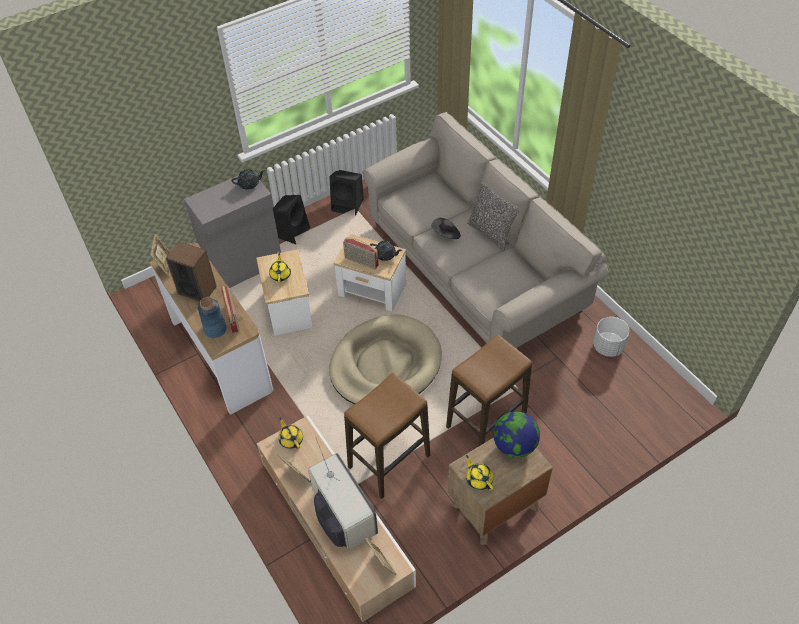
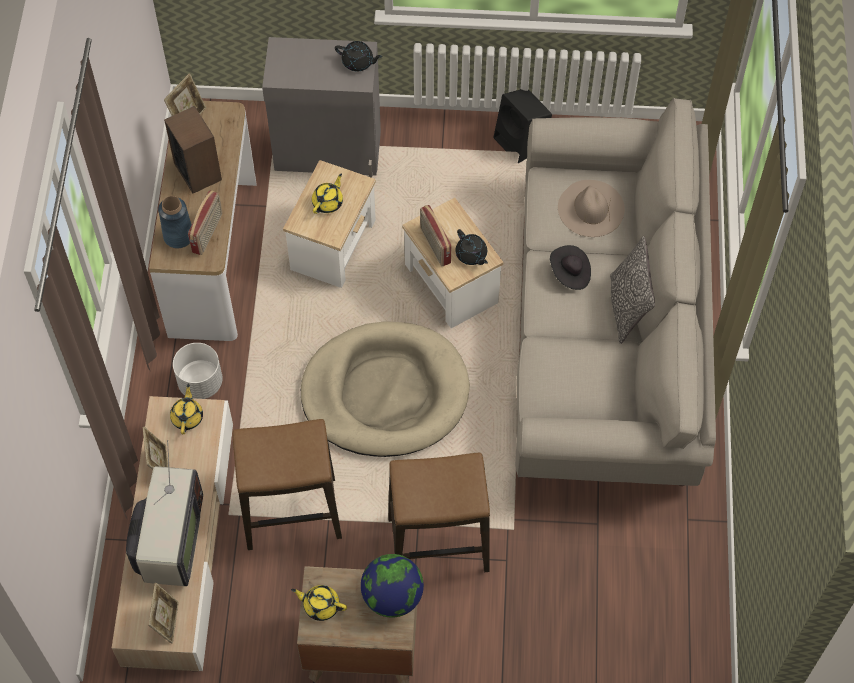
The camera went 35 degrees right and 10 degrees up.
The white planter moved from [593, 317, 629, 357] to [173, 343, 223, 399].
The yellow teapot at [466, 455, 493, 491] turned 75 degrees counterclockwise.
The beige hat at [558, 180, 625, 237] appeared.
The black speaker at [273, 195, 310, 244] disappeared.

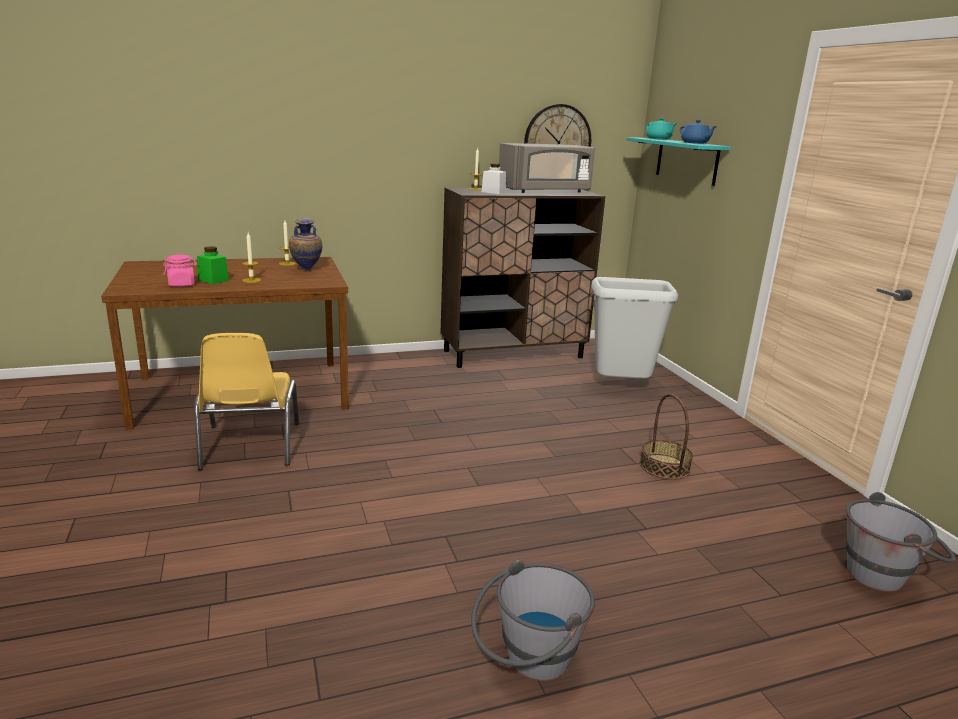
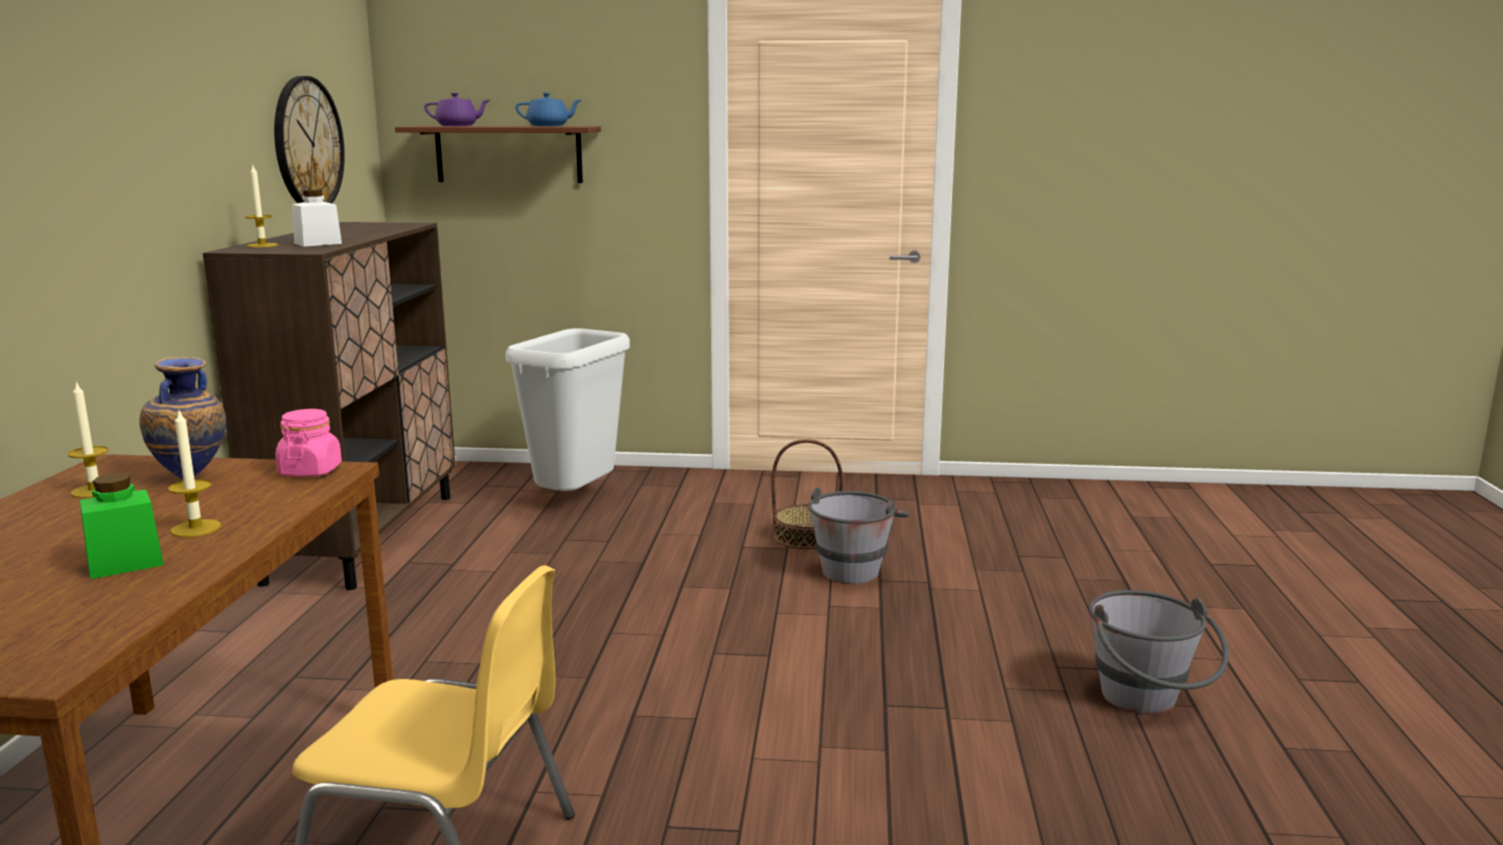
The camera went 65 degrees left and 5 degrees down.
The pink jar moved from [163, 255, 197, 287] to [276, 409, 342, 477].
The turquoise shelf at [627, 137, 731, 186] became the brown shelf at [395, 126, 601, 183].
The turquoise teapot at [646, 118, 677, 140] became the purple teapot at [424, 93, 490, 126].
The grey bucket moved from [846, 492, 956, 592] to [808, 488, 909, 584].
The grey microwave at [499, 143, 595, 193] disappeared.

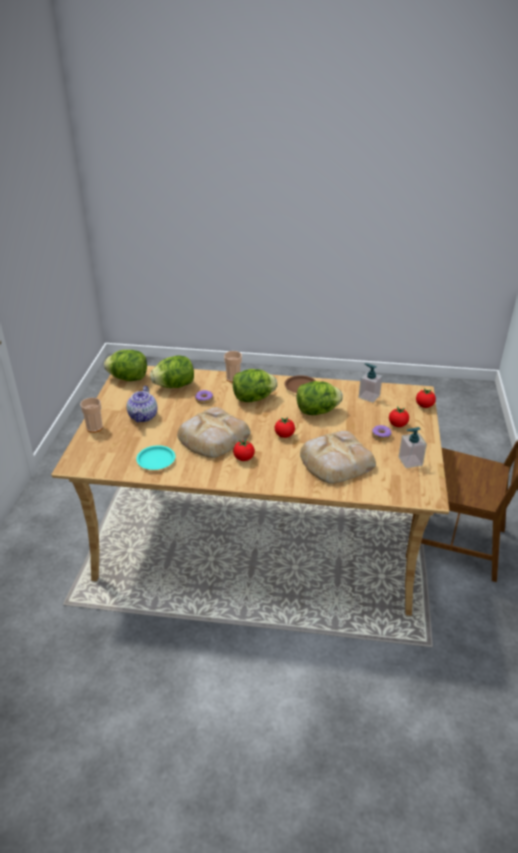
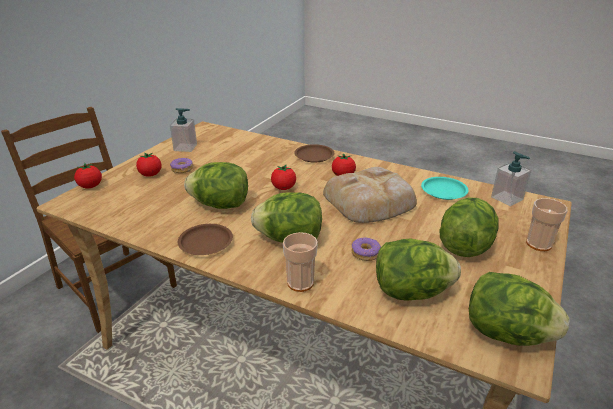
The camera went 160 degrees left and 5 degrees down.
The brown plate at [294, 144, 334, 162] appeared.
The teapot at [127, 386, 157, 423] was replaced by the lettuce at [439, 197, 498, 257].
The soap dispenser moved from [358, 363, 383, 403] to [491, 151, 531, 206].
The bread at [300, 431, 376, 484] disappeared.

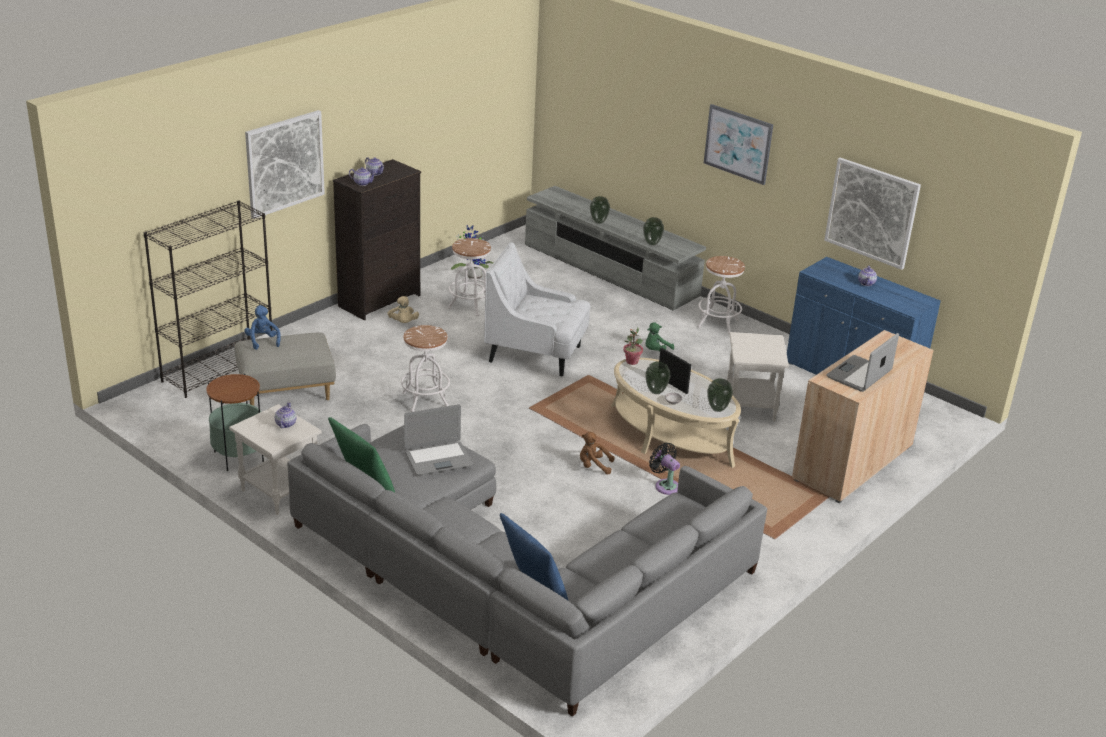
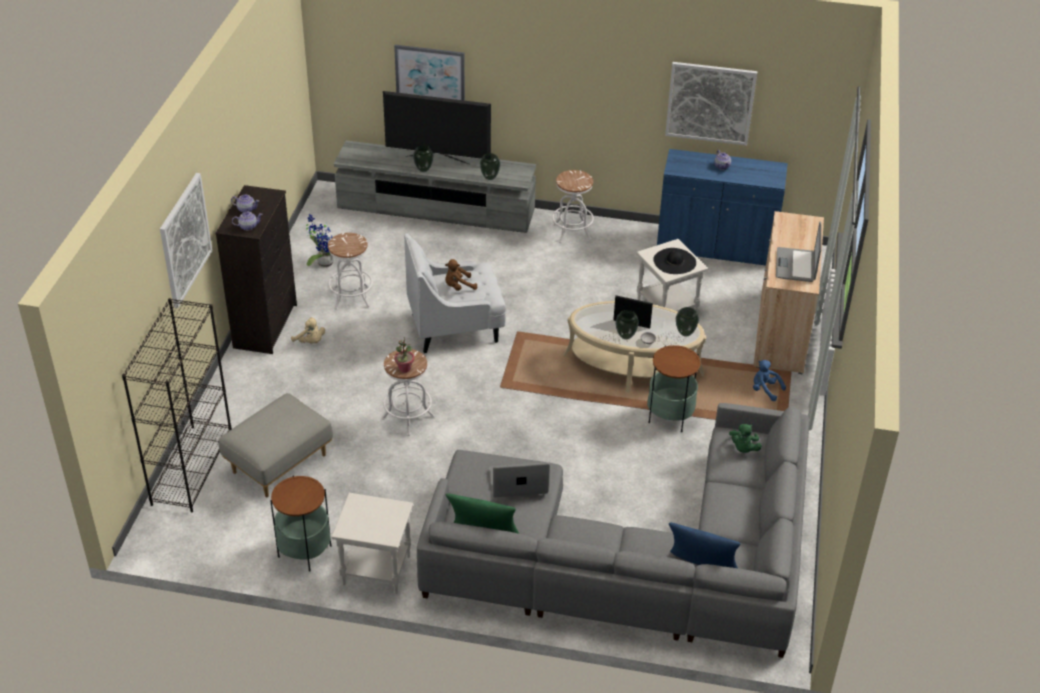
The camera went 30 degrees left and 10 degrees up.
The television at [383, 91, 491, 164] appeared.
The picture moved from [704, 104, 773, 185] to [394, 45, 465, 101].
The potted plant moved from [623, 328, 643, 365] to [395, 337, 414, 373].
The brown plush toy moved from [580, 432, 615, 474] to [445, 259, 477, 291].
The laptop at [404, 404, 473, 475] turned 135 degrees counterclockwise.
The black fan at [649, 443, 680, 495] was replaced by the side table at [647, 345, 701, 432].
The black hat at [653, 248, 696, 274] appeared.
The green plush toy moved from [645, 323, 674, 351] to [729, 424, 762, 453].
The blue plush toy moved from [245, 305, 281, 350] to [753, 360, 786, 401].
The teapot at [275, 402, 296, 429] disappeared.

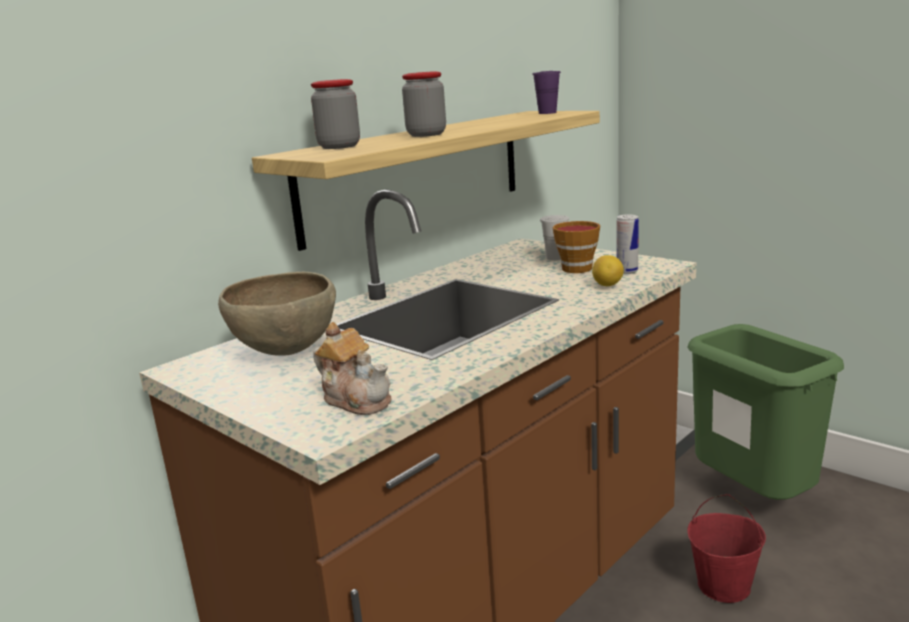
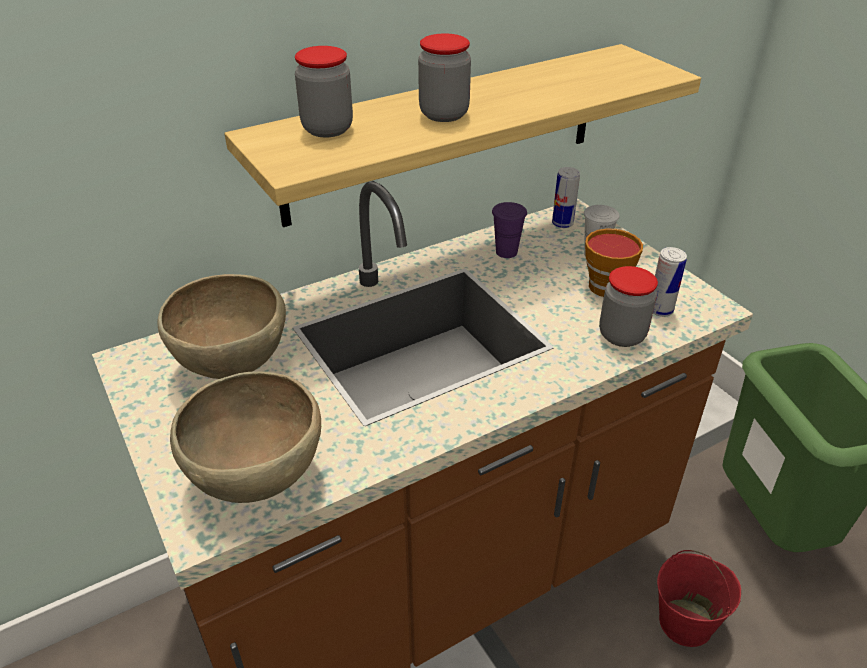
The camera went 15 degrees right and 20 degrees up.
The teapot at [313, 322, 391, 415] was replaced by the brown bowl at [170, 371, 321, 503].
The purple cup moved from [532, 71, 561, 114] to [492, 202, 527, 258].
The can at [552, 167, 580, 228] appeared.
The lemon at [592, 255, 624, 286] was replaced by the jar at [599, 266, 658, 347].

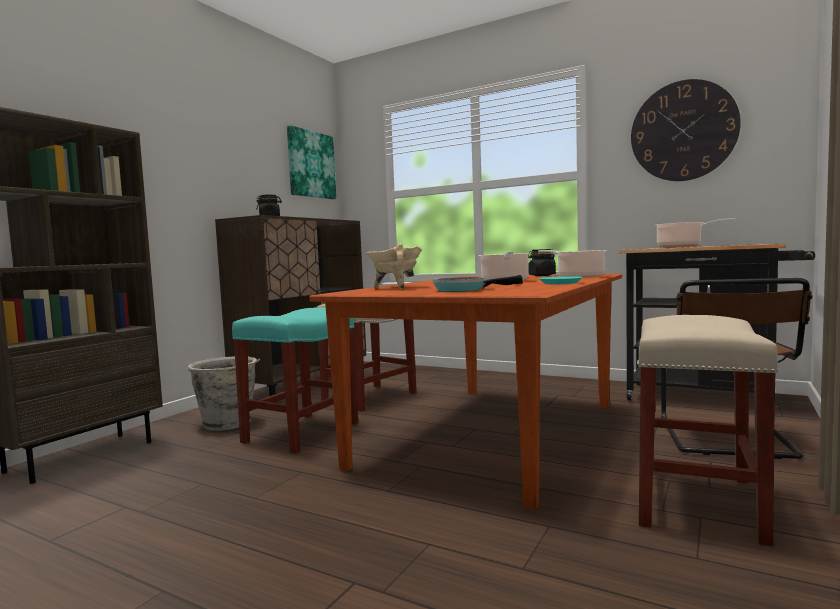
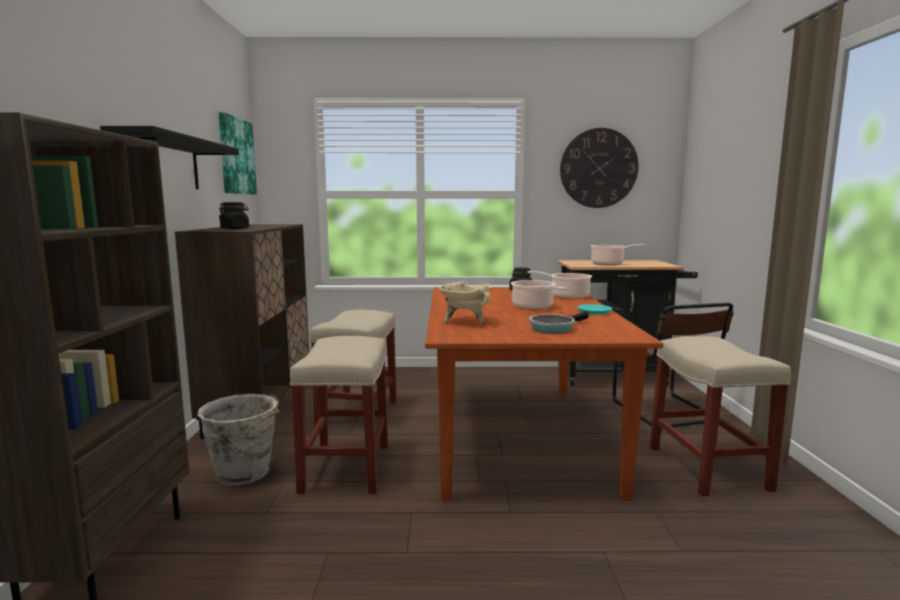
The camera went 30 degrees left and 5 degrees up.
The black shelf at [100, 126, 239, 189] appeared.
The turquoise stool at [232, 307, 358, 454] became the beige stool at [290, 336, 388, 494].

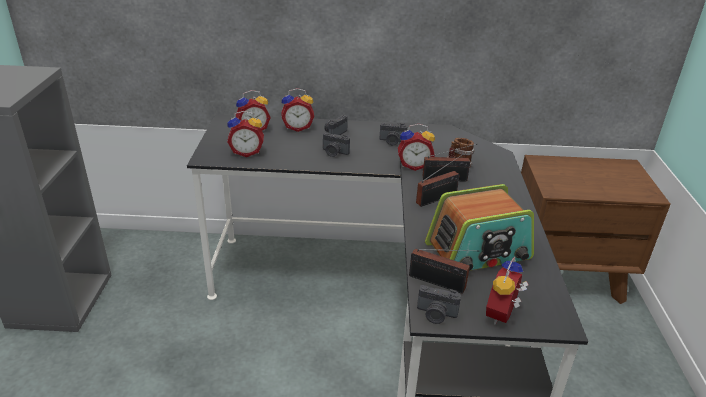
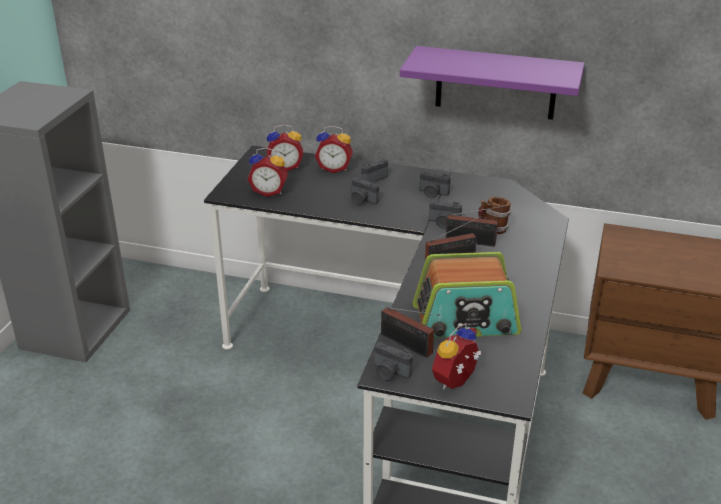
The camera went 15 degrees right and 0 degrees up.
The purple shelf at [400, 46, 585, 120] appeared.
The alarm clock at [398, 124, 435, 171] was replaced by the photo camera at [429, 201, 462, 229].

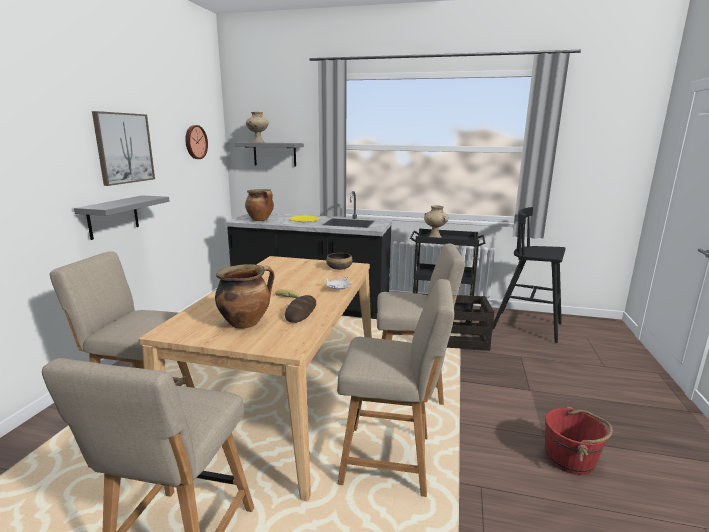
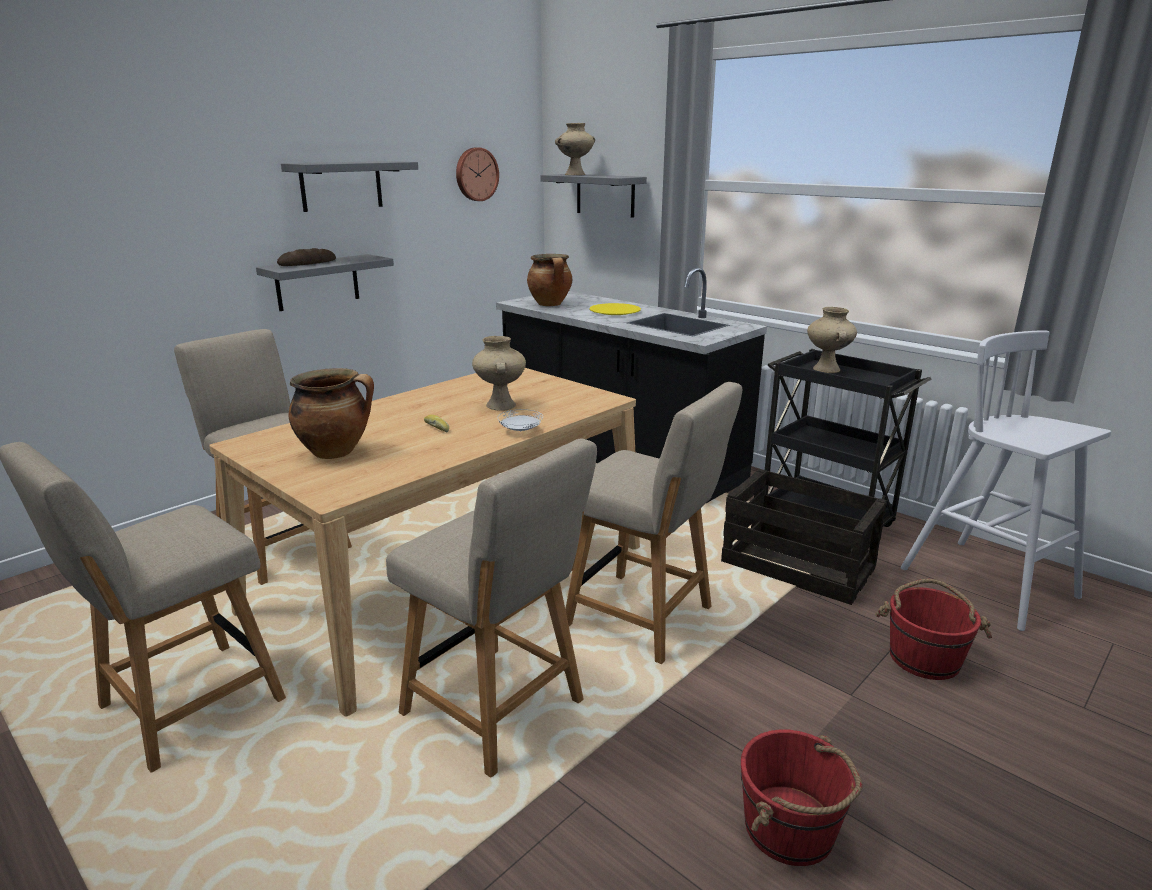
The camera went 30 degrees right and 5 degrees up.
The bread moved from [285, 295, 316, 323] to [277, 248, 336, 266].
The picture at [92, 111, 155, 186] was replaced by the grey shelf at [281, 161, 418, 212].
The beige vase at [472, 336, 526, 410] appeared.
The red bucket at [875, 579, 992, 680] appeared.
The black stool at [493, 207, 566, 343] became the white stool at [901, 330, 1111, 631].
The bowl at [326, 253, 353, 270] disappeared.

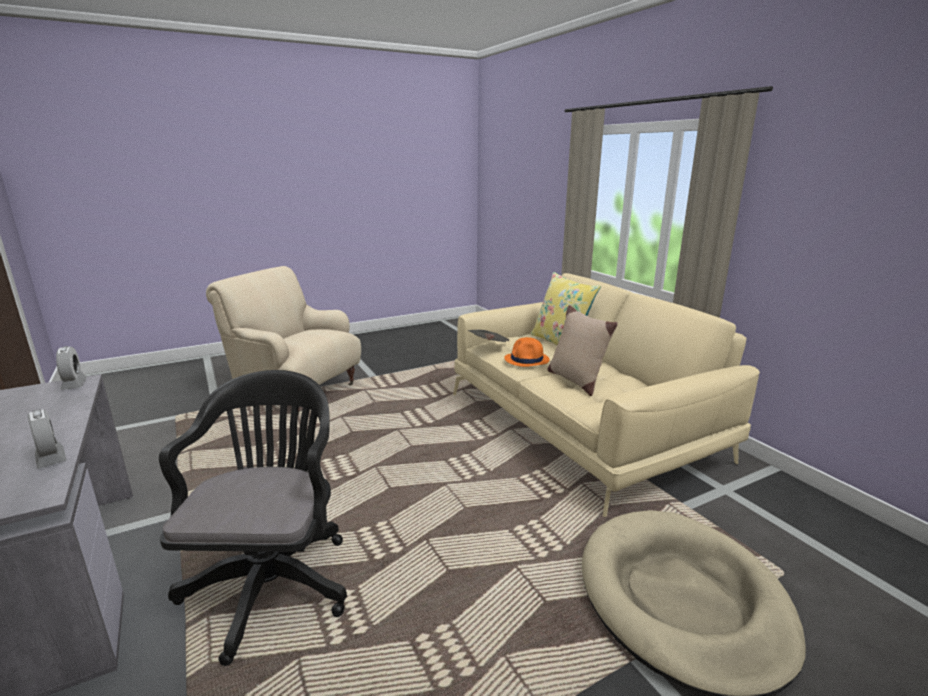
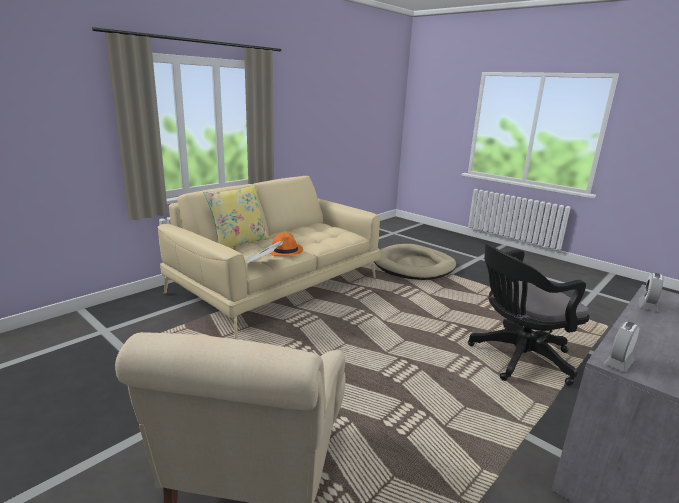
The camera went 110 degrees left and 0 degrees up.
The beige pillow at [548, 305, 618, 396] disappeared.

